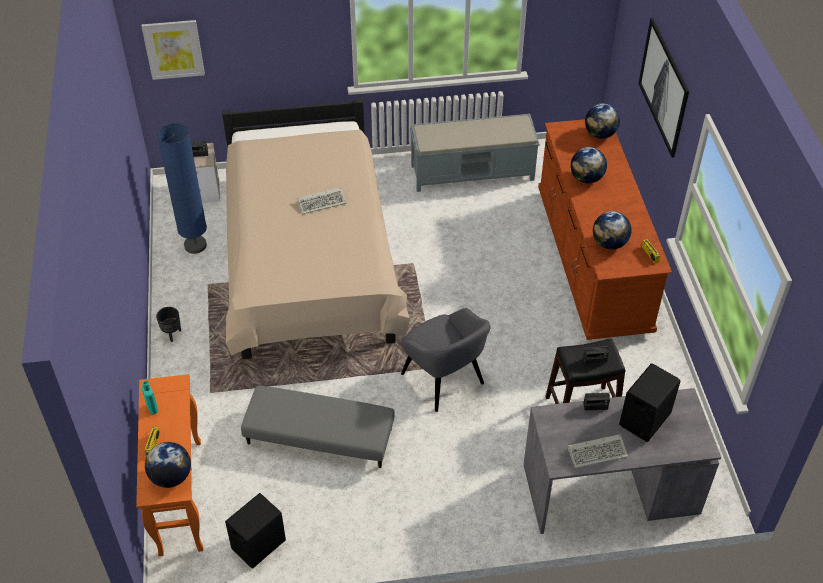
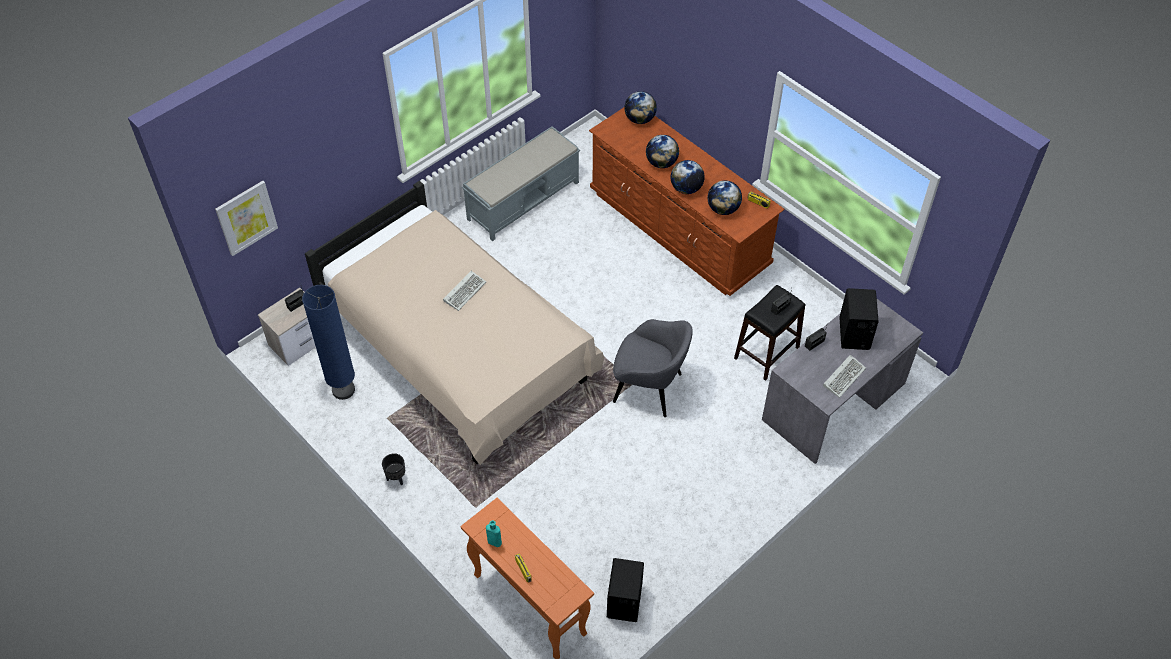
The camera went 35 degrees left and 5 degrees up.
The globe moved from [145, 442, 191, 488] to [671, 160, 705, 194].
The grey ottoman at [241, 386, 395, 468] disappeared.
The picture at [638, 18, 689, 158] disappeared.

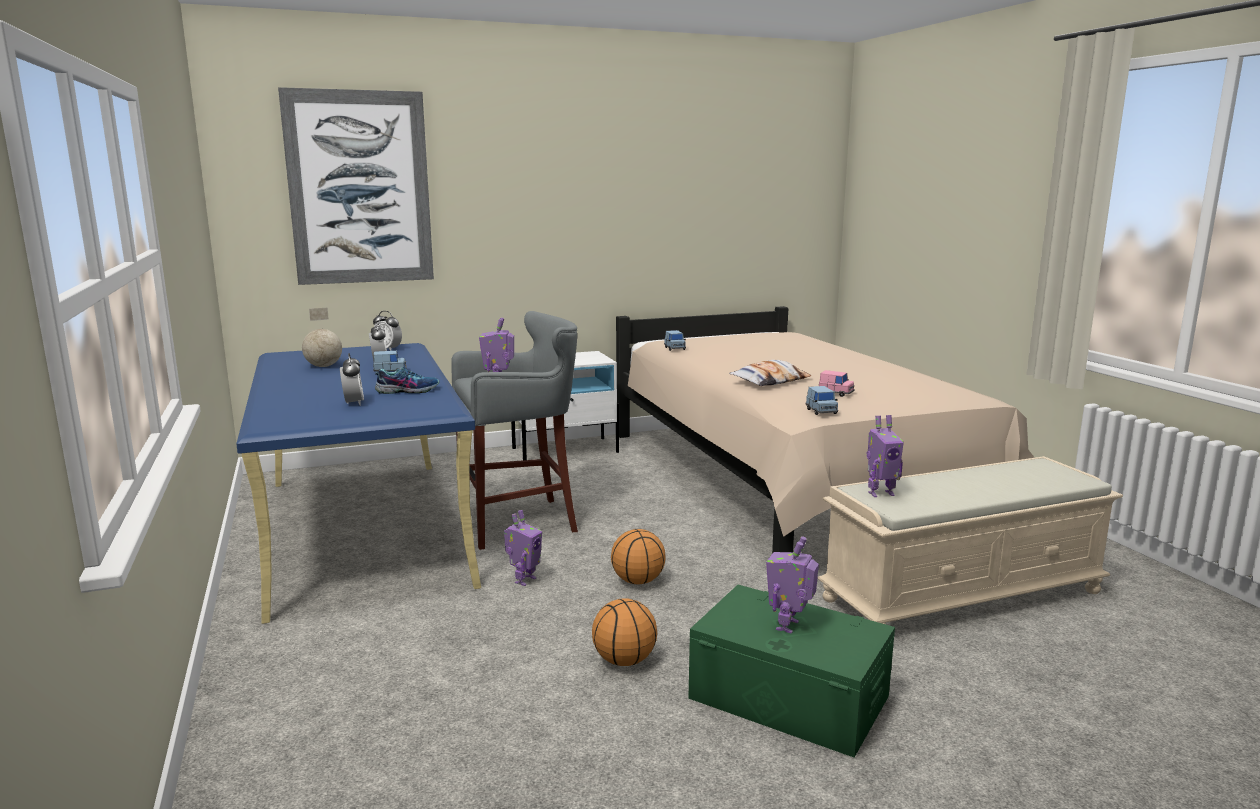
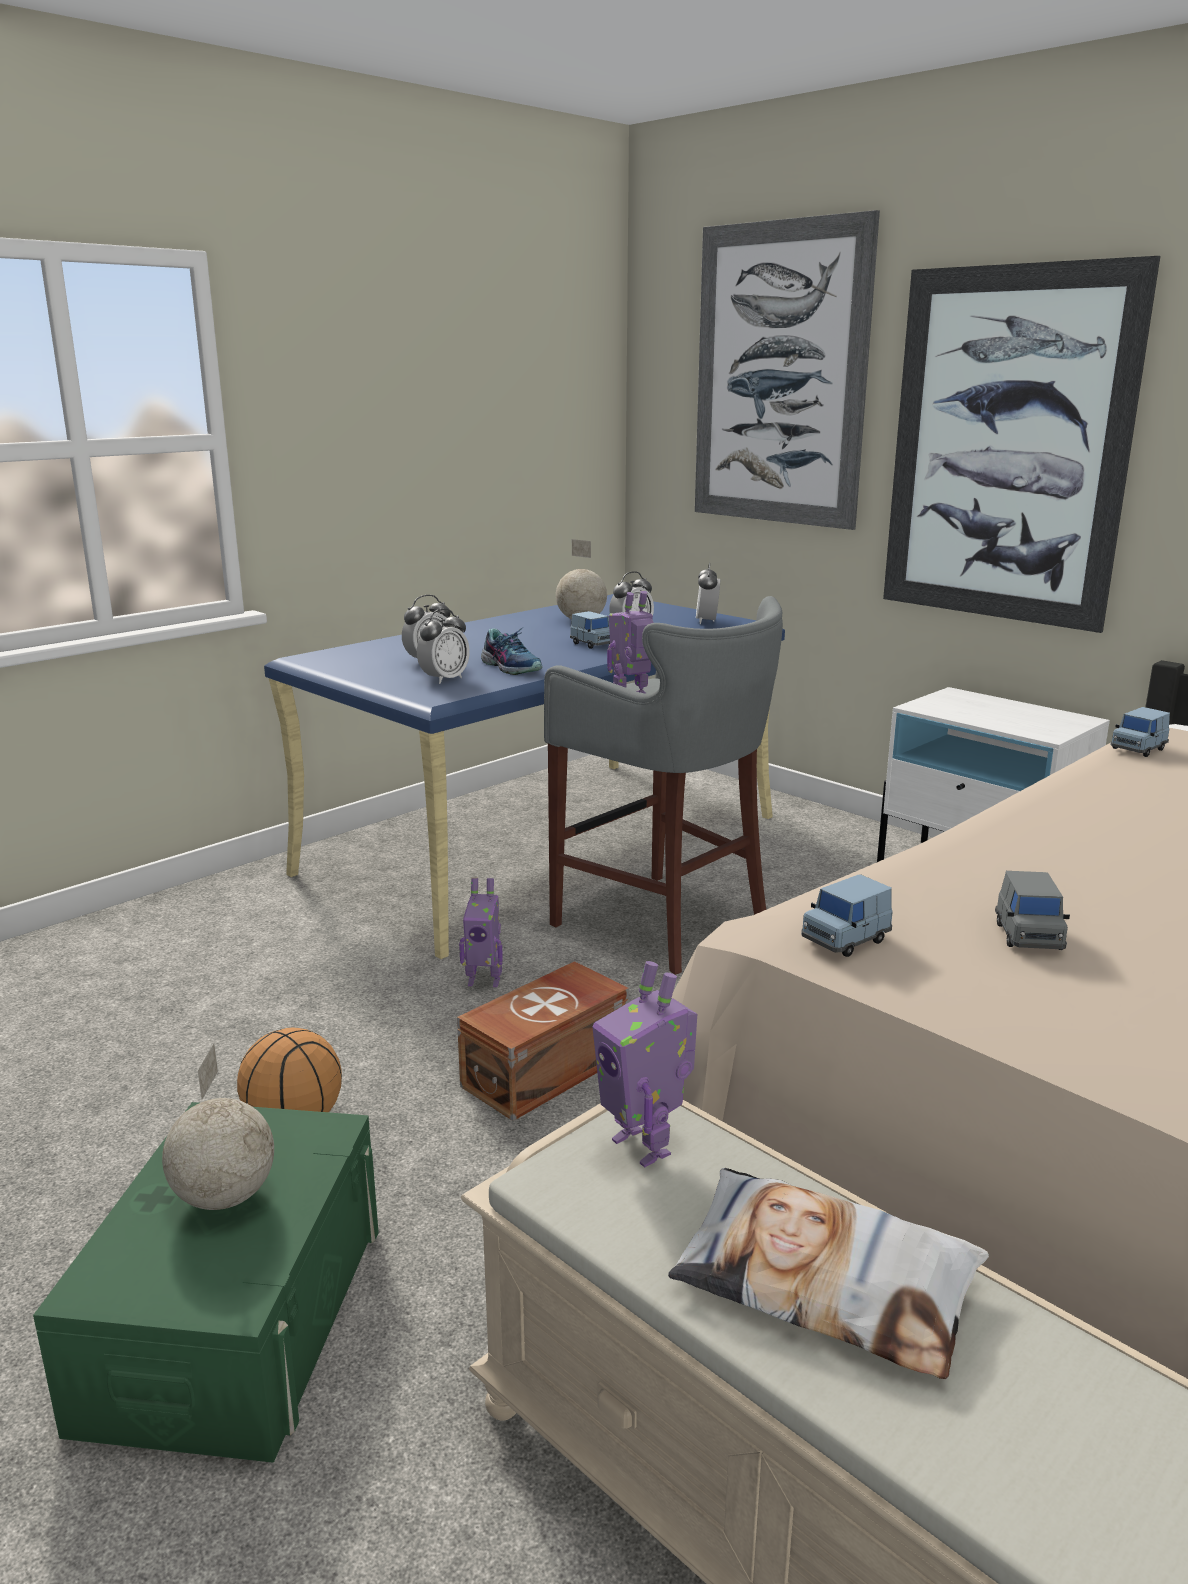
The camera went 65 degrees right and 5 degrees up.
The toy robot at [766, 536, 819, 634] was replaced by the globe at [162, 1044, 274, 1210].
The alarm clock at [417, 609, 470, 684] appeared.
The basketball at [611, 529, 666, 584] was replaced by the brown storage box at [457, 961, 629, 1121].
The pillow moved from [729, 360, 811, 386] to [668, 1168, 989, 1379].
The picture at [883, 256, 1160, 633] appeared.
The pink toy car at [819, 370, 855, 397] became the grey toy car at [995, 871, 1070, 950].

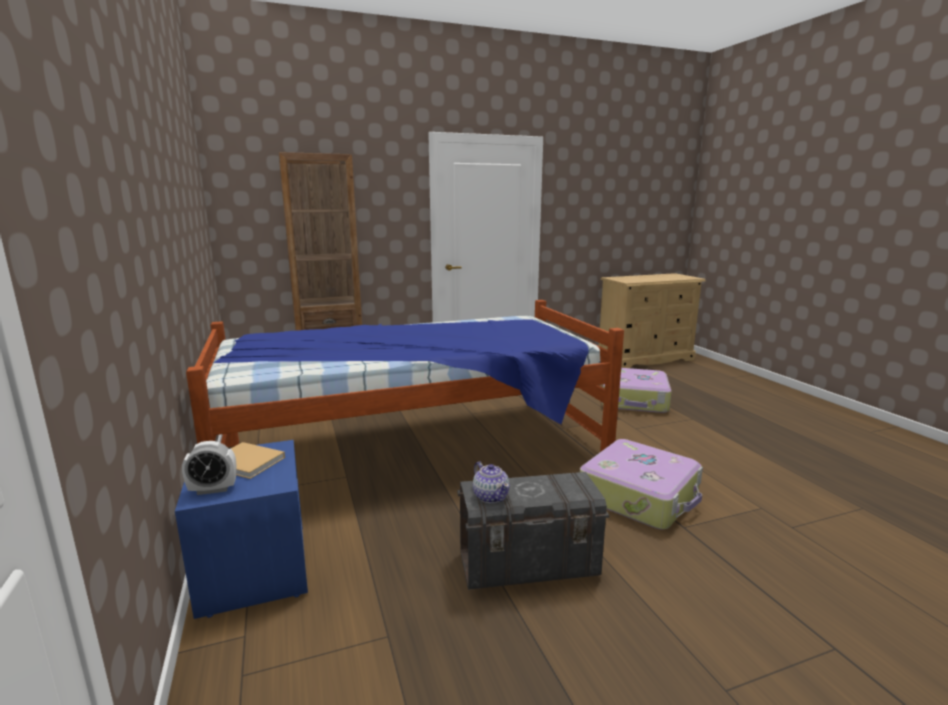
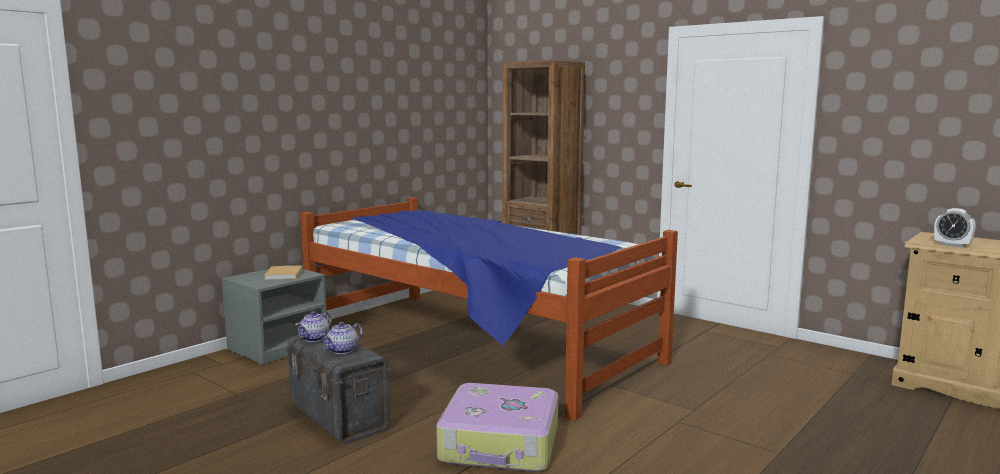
The camera went 60 degrees right and 5 degrees down.
The blue nightstand at [175, 440, 308, 619] became the grey nightstand at [221, 265, 327, 364].
The teapot at [320, 322, 363, 354] appeared.
The alarm clock moved from [182, 441, 237, 495] to [934, 208, 976, 248].
The suitcase at [602, 368, 672, 413] disappeared.

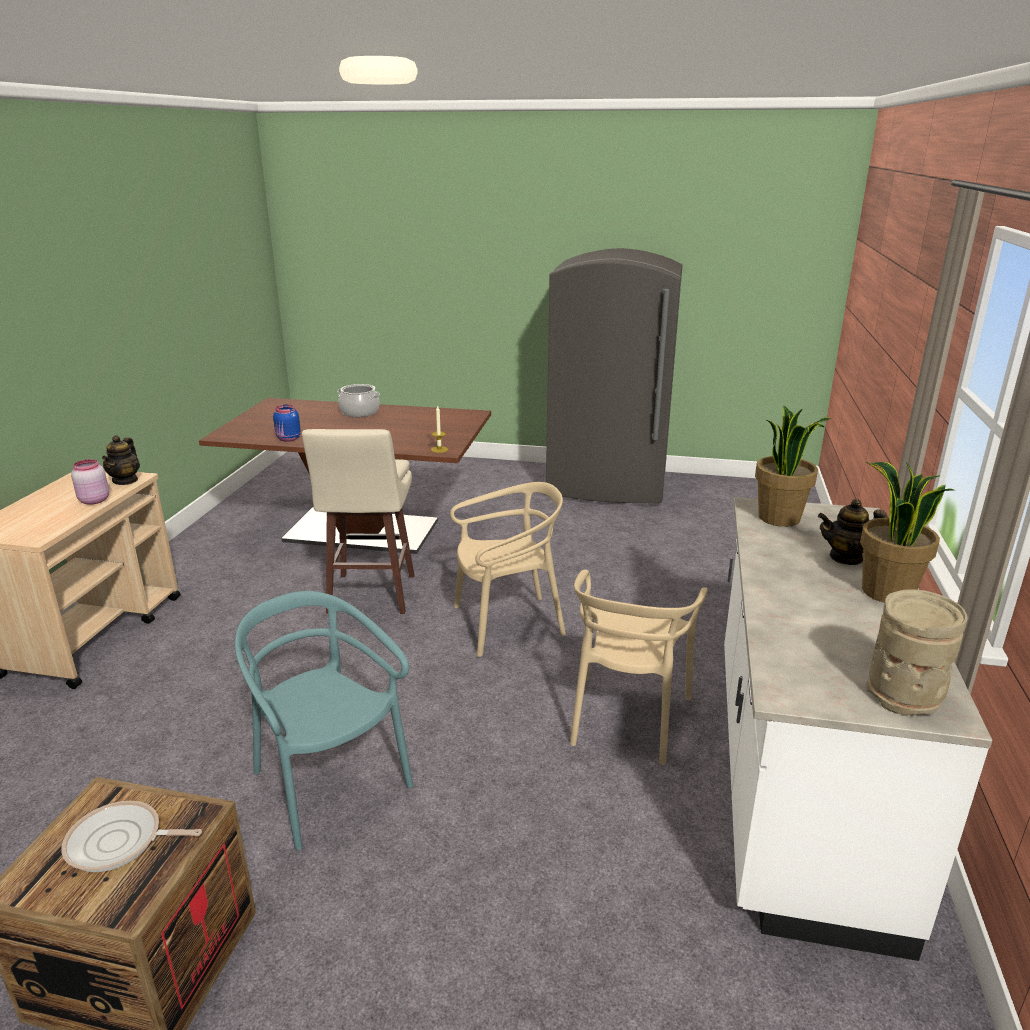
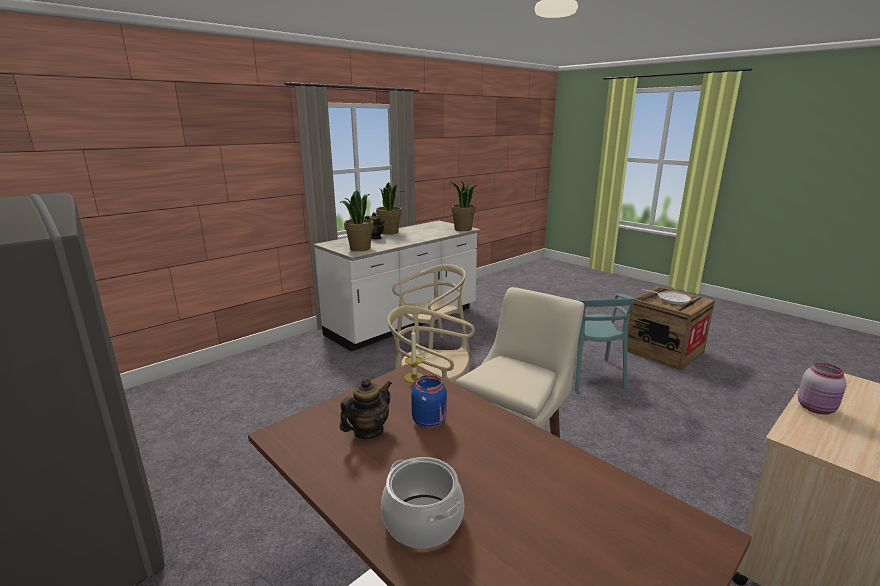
The camera went 145 degrees left and 5 degrees down.
The teapot moved from [102, 435, 140, 485] to [340, 378, 392, 439].
The blue jar moved from [273, 405, 301, 442] to [411, 375, 447, 429].
The potted plant at [449, 180, 477, 231] appeared.
The beige vase at [866, 589, 968, 716] disappeared.

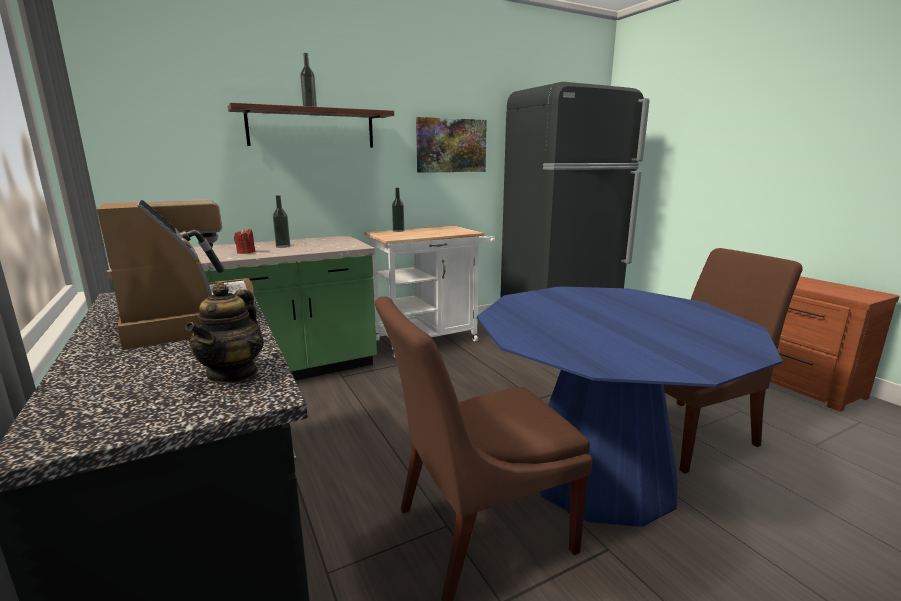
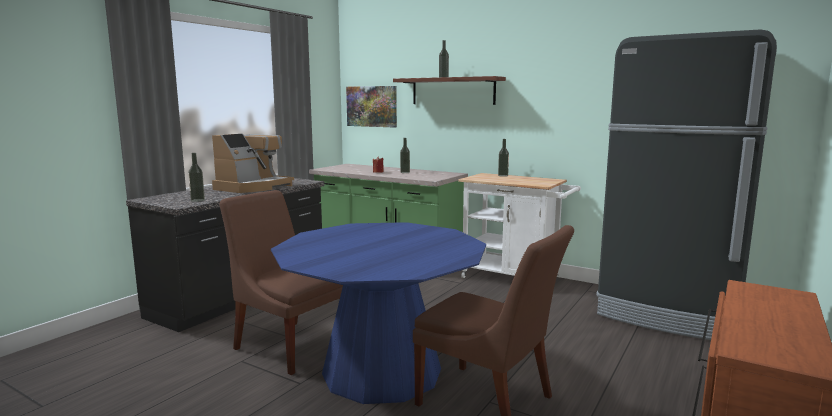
The camera went 60 degrees right and 5 degrees down.
The teapot at [185, 282, 264, 384] was replaced by the bottle at [188, 153, 205, 202].
The picture moved from [416, 117, 487, 173] to [346, 86, 397, 128].

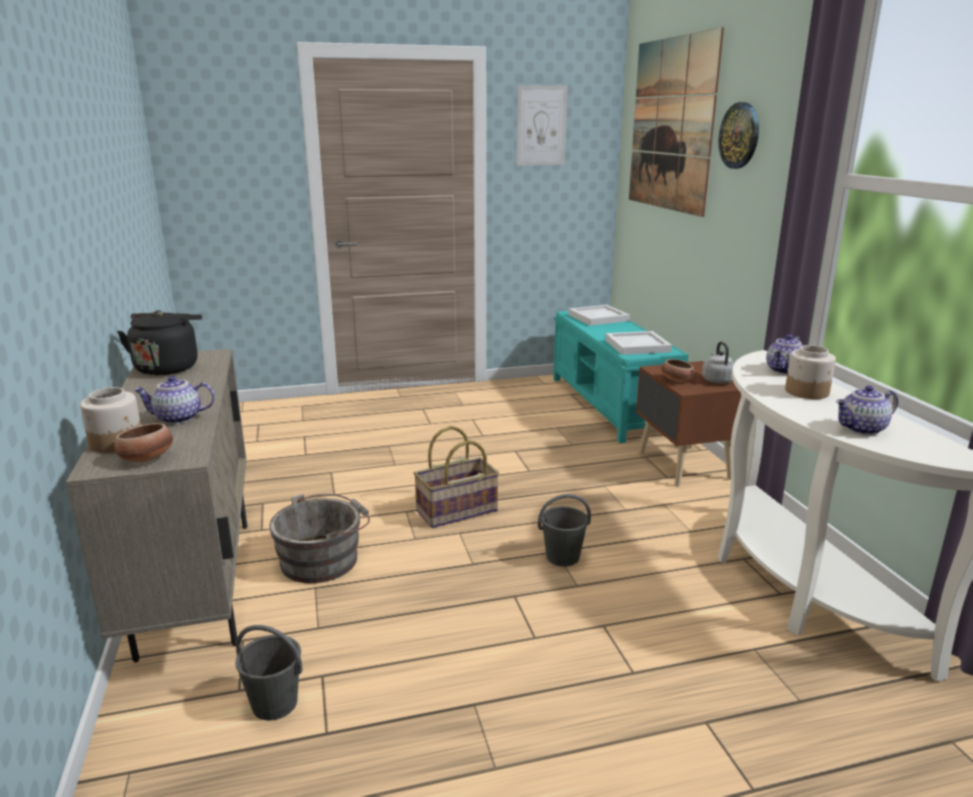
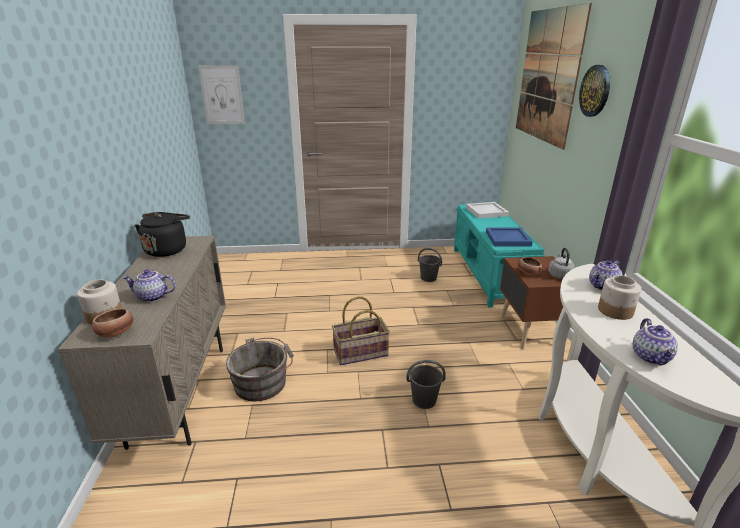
The camera went 10 degrees right and 5 degrees up.
The picture moved from [516, 85, 568, 166] to [198, 65, 245, 124].
The grey bucket moved from [235, 625, 303, 720] to [418, 248, 442, 282].
The white tray at [605, 331, 672, 355] became the blue tray at [486, 228, 533, 247].
The teapot at [835, 385, 898, 435] turned 75 degrees counterclockwise.

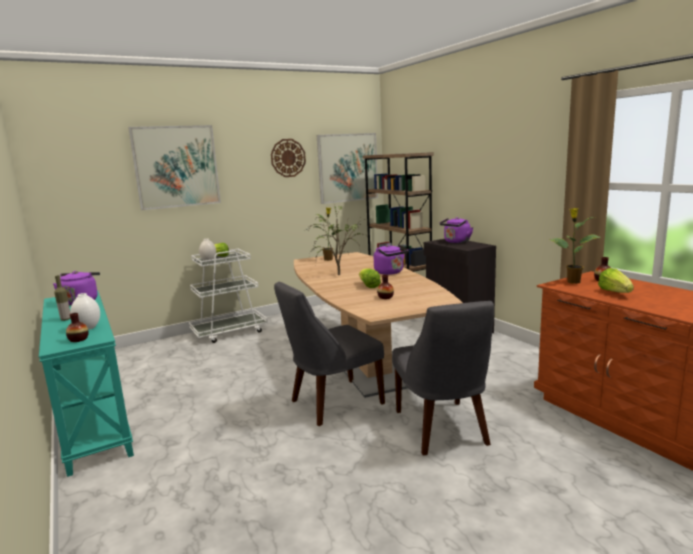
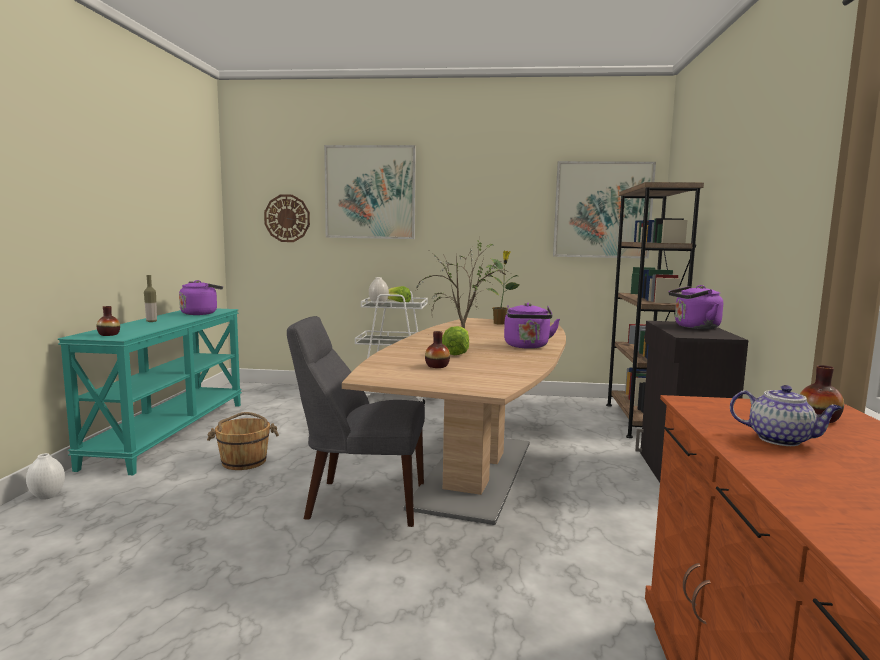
The camera went 35 degrees right and 5 degrees down.
The white vase moved from [70, 293, 100, 330] to [26, 453, 65, 500].
The brown bucket at [207, 412, 279, 470] appeared.
The wall clock moved from [271, 139, 306, 177] to [264, 195, 310, 242].
The lettuce at [598, 268, 634, 293] was replaced by the teapot at [730, 385, 842, 446].
The grey chair at [392, 301, 494, 455] disappeared.
The potted plant at [549, 208, 601, 284] disappeared.

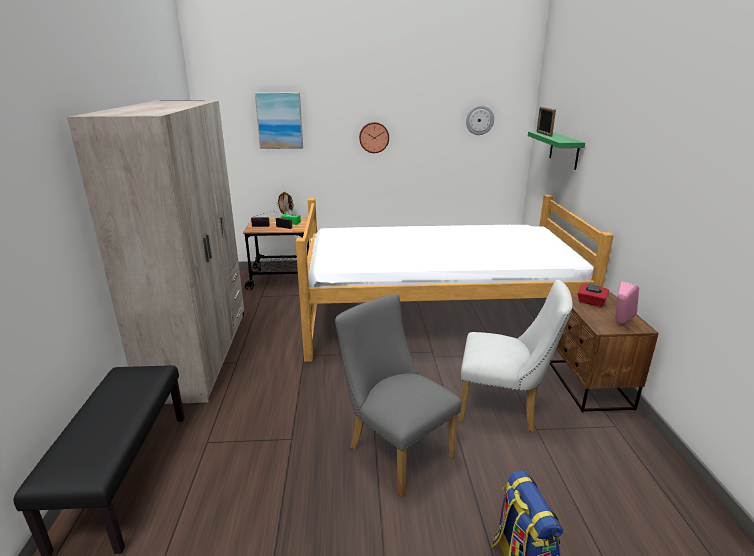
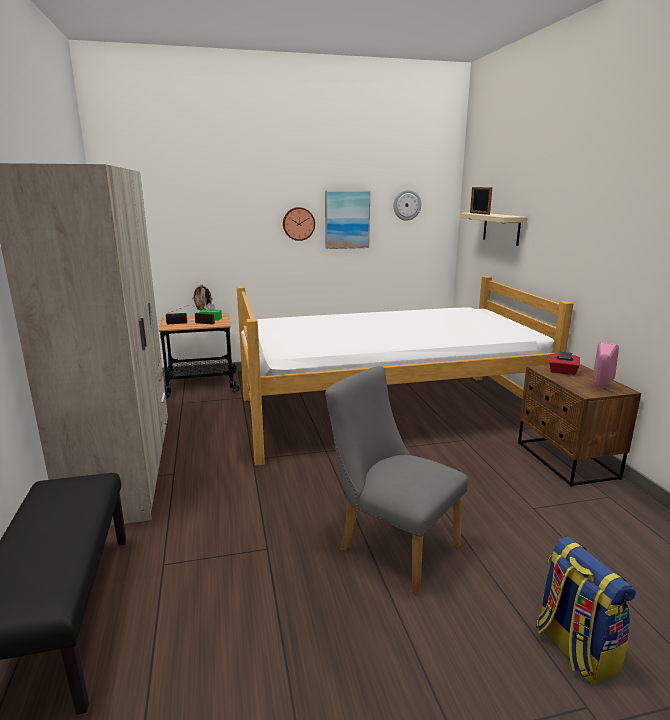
The camera went 10 degrees left and 5 degrees down.
The picture moved from [255, 92, 303, 149] to [325, 190, 370, 249].
The green shelf at [528, 131, 585, 170] became the beige shelf at [460, 213, 528, 246].
The white chair at [459, 280, 573, 432] disappeared.

